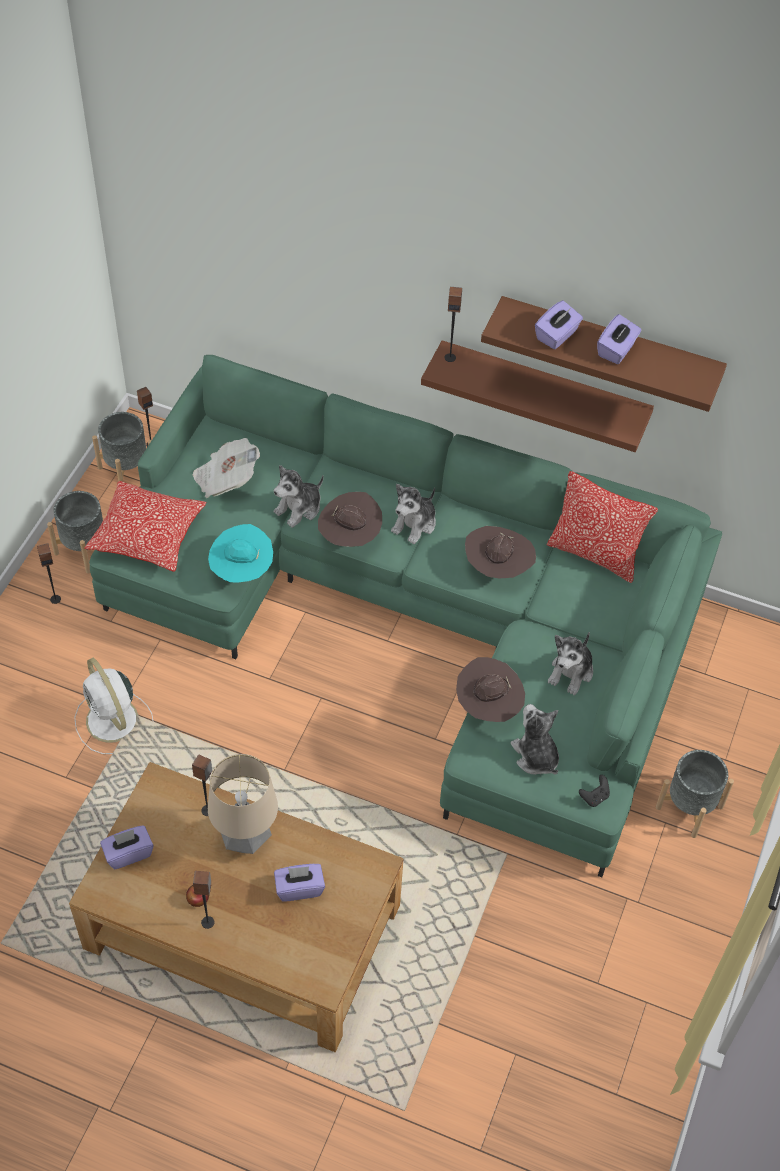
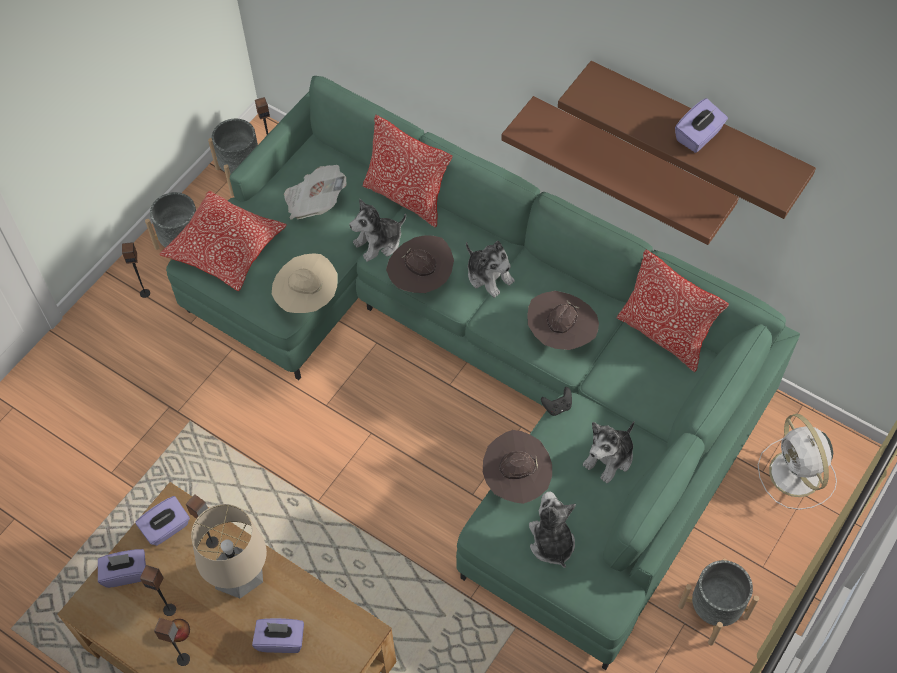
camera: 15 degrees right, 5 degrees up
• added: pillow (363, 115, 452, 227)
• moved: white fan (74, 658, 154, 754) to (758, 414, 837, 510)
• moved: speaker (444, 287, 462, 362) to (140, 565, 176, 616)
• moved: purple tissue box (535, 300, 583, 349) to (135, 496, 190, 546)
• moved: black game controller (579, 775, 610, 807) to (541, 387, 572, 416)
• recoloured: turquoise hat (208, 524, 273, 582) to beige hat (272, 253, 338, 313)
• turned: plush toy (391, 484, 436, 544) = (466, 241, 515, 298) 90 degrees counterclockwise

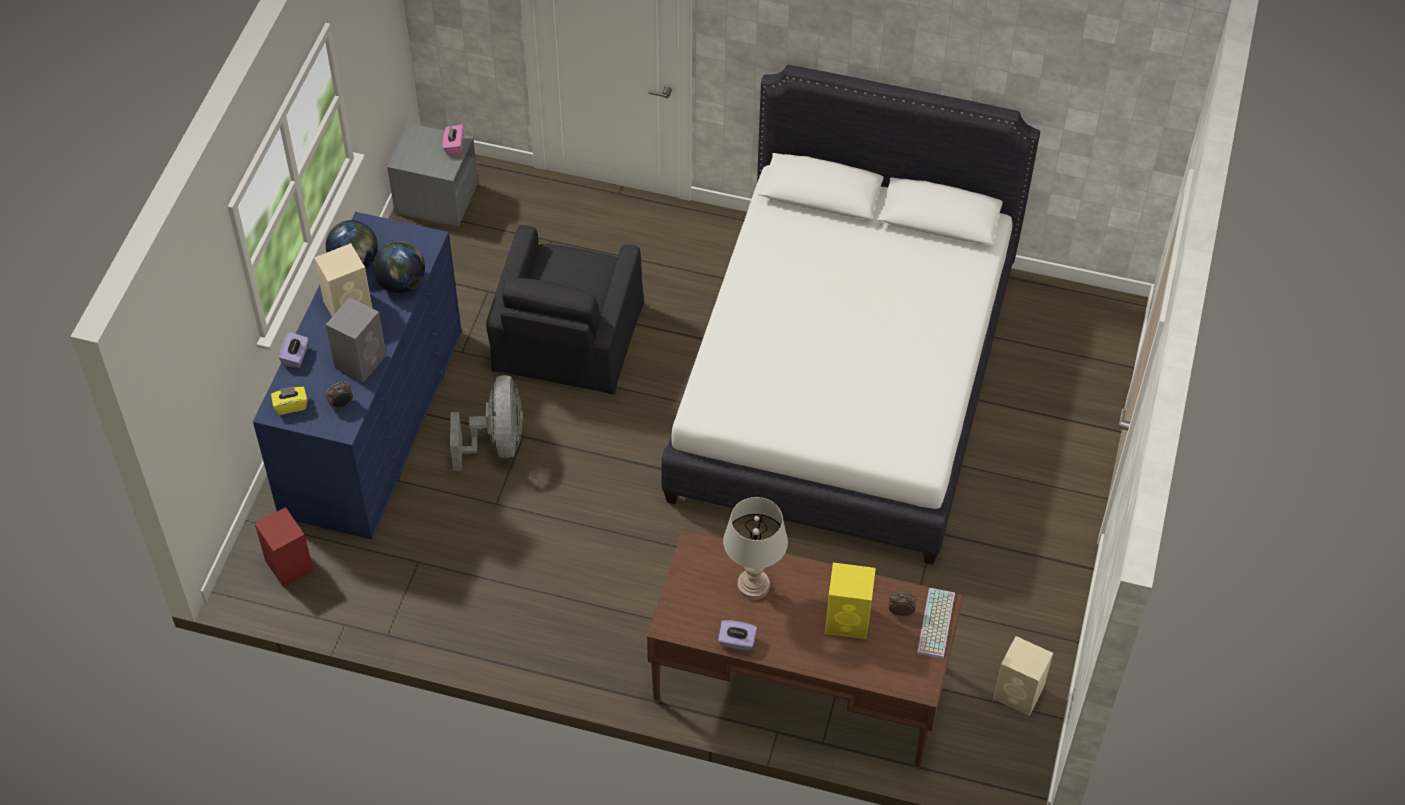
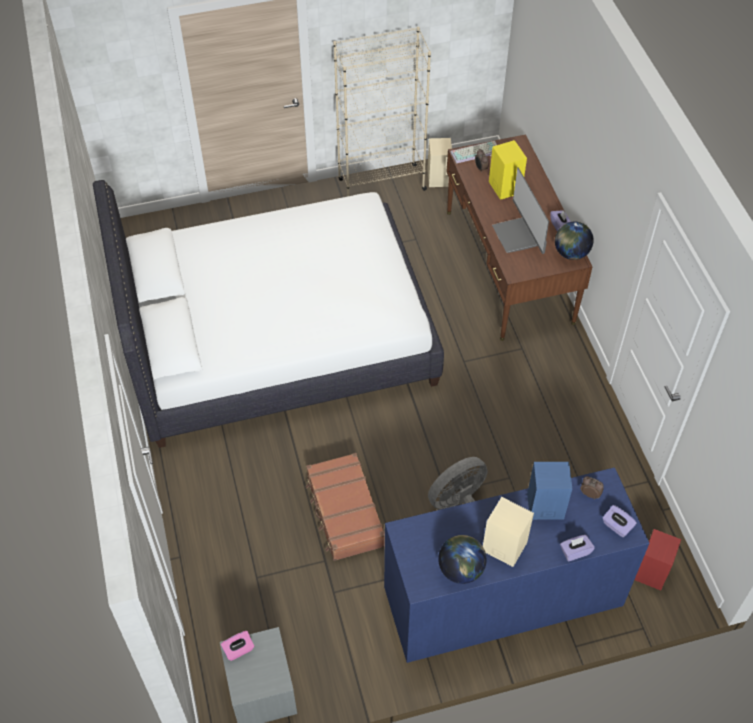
camera: 120 degrees left, 0 degrees up
• added: beige bookcase (333, 27, 431, 197)
• moved: globe (373, 241, 425, 293) to (555, 222, 594, 260)
• replaced: black armchair (486, 225, 644, 395) to brown suitcase (306, 453, 385, 561)
• replaced: grey table lamp (723, 497, 788, 600) to monitor (492, 167, 549, 254)
• recoloured: yellow tissue box (271, 386, 307, 415) to purple tissue box (602, 505, 637, 537)
• recoloured: grey speaker (326, 297, 386, 382) to blue speaker (527, 462, 572, 520)

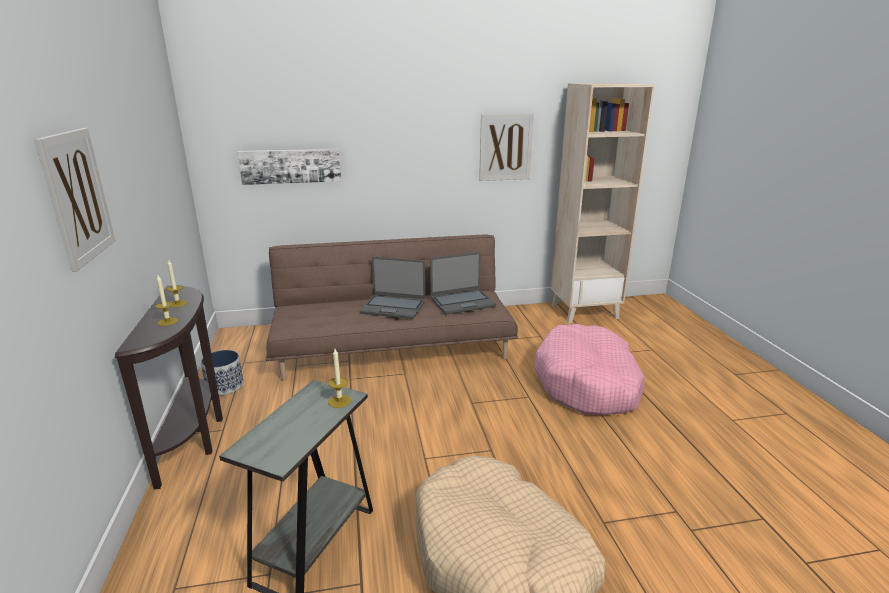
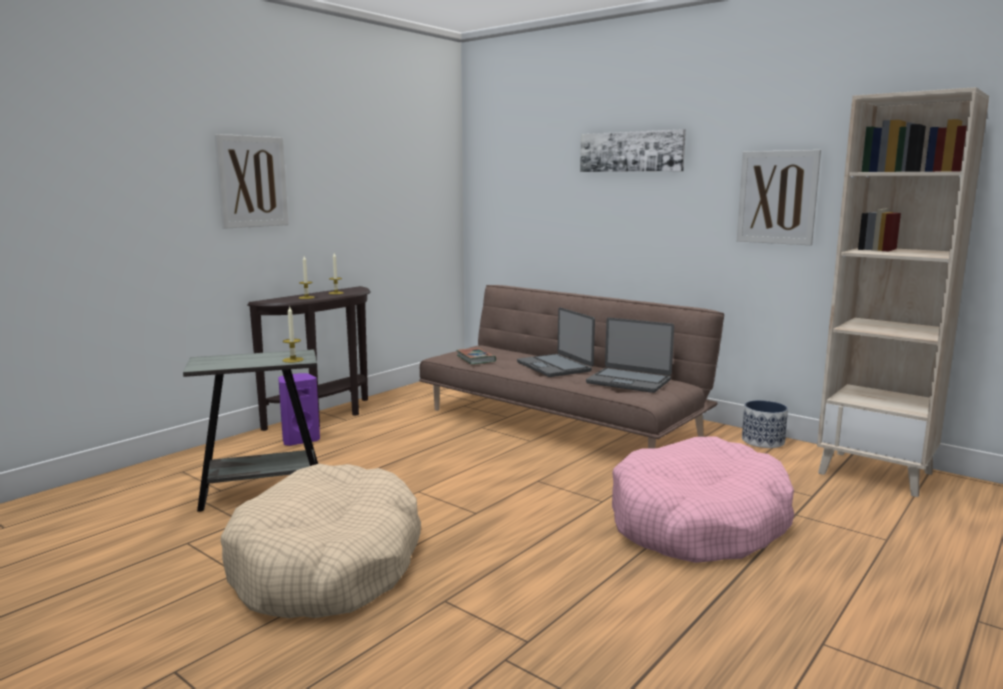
camera: 50 degrees right, 10 degrees down
• added: purple speaker (278, 373, 320, 446)
• added: book (457, 348, 496, 364)
• moved: planter (201, 350, 244, 395) to (742, 400, 788, 448)
• moved: picture (237, 149, 341, 185) to (580, 129, 686, 172)

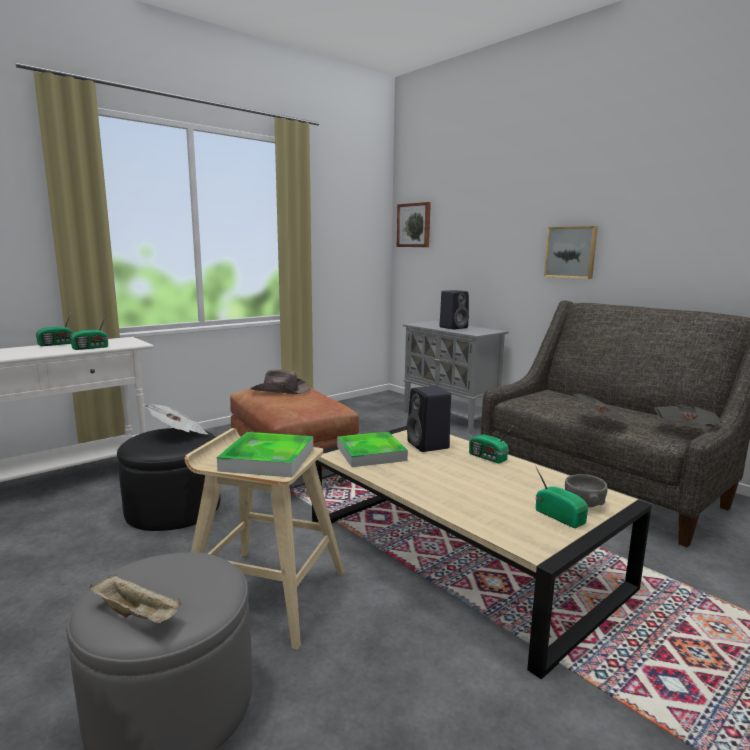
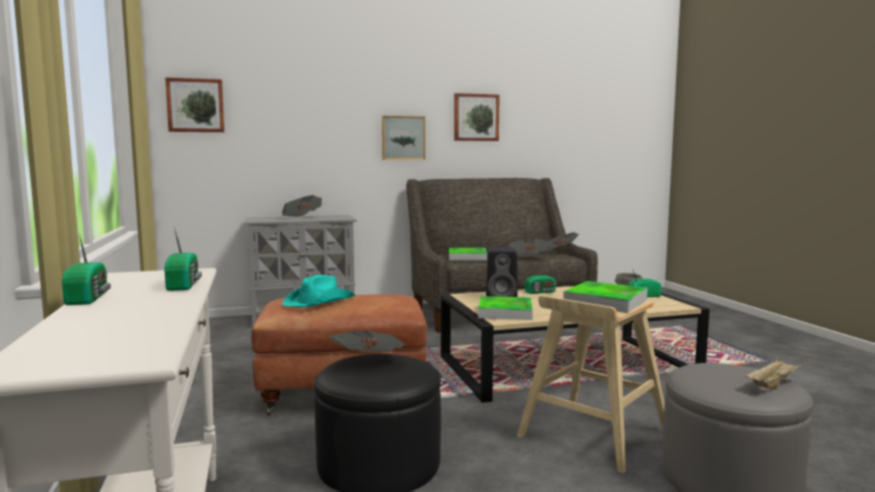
camera: 65 degrees left, 5 degrees down
• added: tray (449, 248, 487, 261)
• added: picture (454, 93, 500, 141)
• replaced: black speaker (439, 290, 469, 330) to newspaper (282, 195, 322, 217)
• recoloured: brown hat (250, 370, 310, 394) to turquoise hat (282, 275, 355, 307)

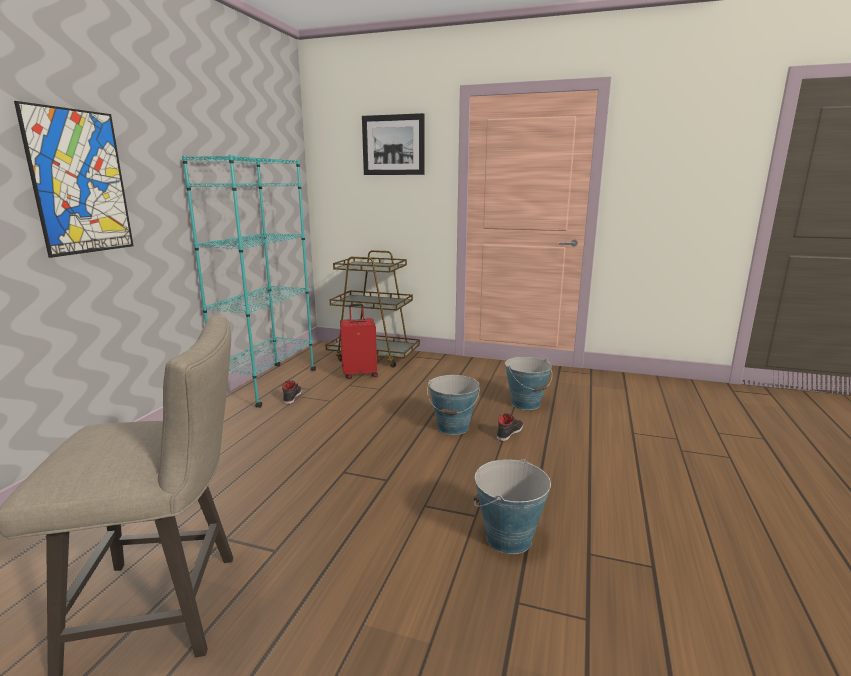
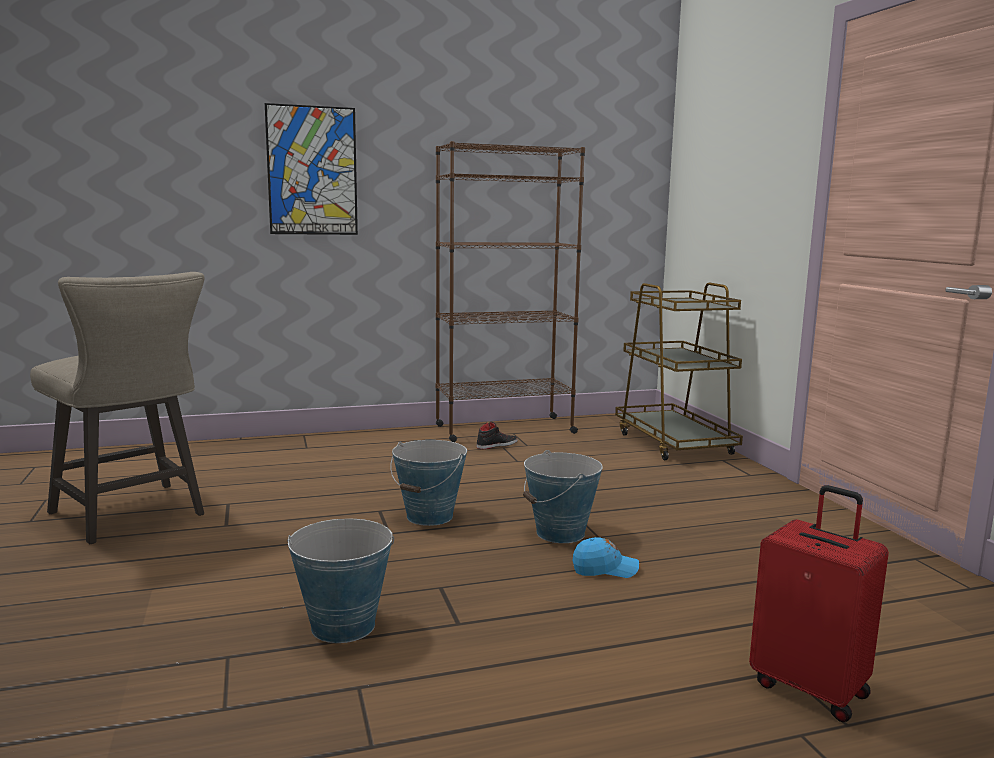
camera: 55 degrees right, 5 degrees down
• removed: picture (362, 113, 425, 175)
• moved: red suitcase (340, 304, 378, 379) to (749, 485, 889, 722)
• moved: bucket (505, 357, 552, 410) to (391, 440, 467, 526)
• replaced: black shoe (497, 413, 523, 441) to blue cap (573, 537, 639, 578)
• recoloured: turquoise bookcase (182, 155, 316, 408) to brown bookcase (436, 141, 585, 442)

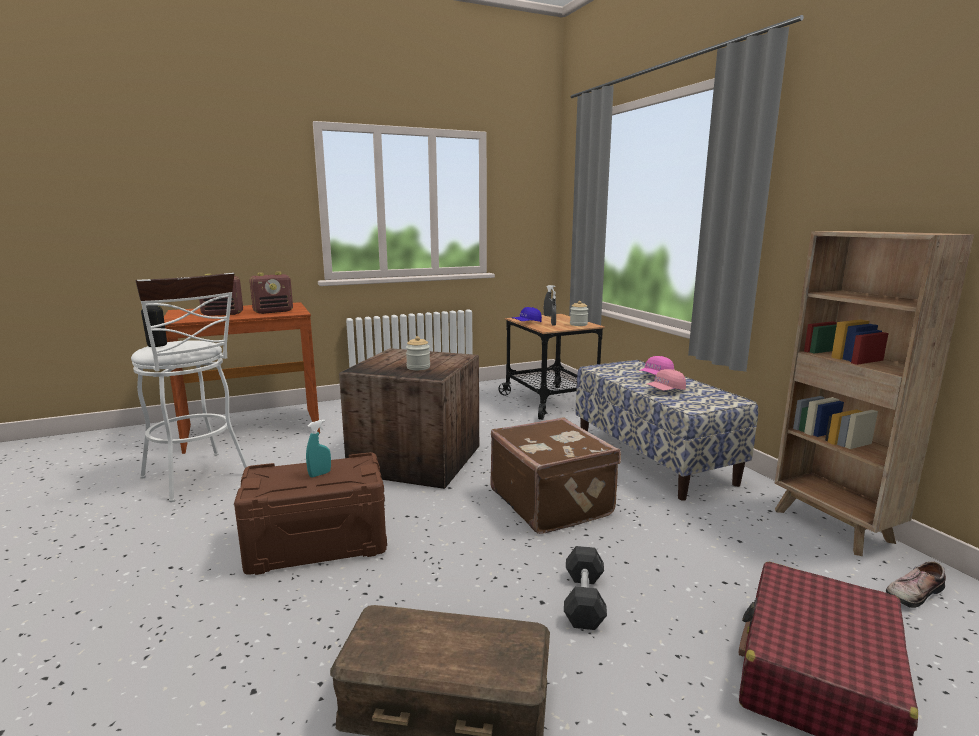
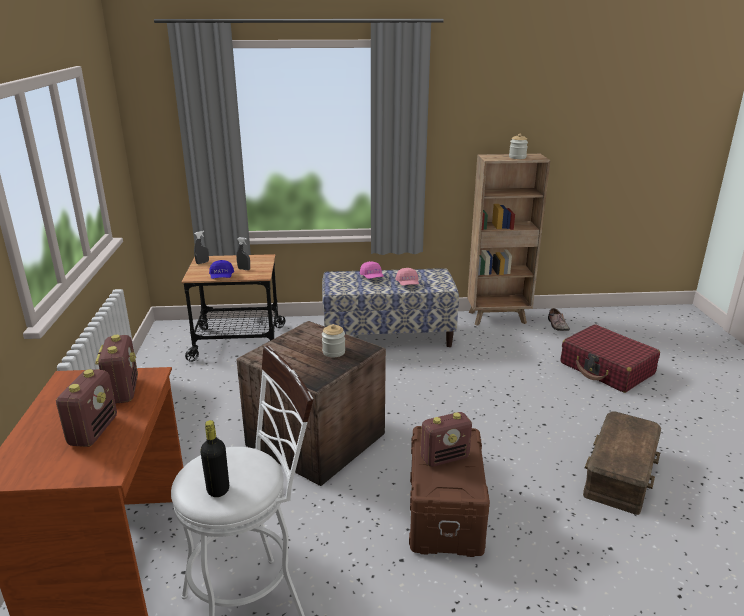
camera: 70 degrees left, 10 degrees up
• removed: brown suitcase (490, 417, 621, 534)
• removed: grey dumbbell (564, 546, 607, 630)
• moved: jar (570, 301, 588, 326) to (509, 134, 528, 159)
• replaced: turquoise spray bottle (306, 420, 331, 477) to radio (421, 412, 472, 467)

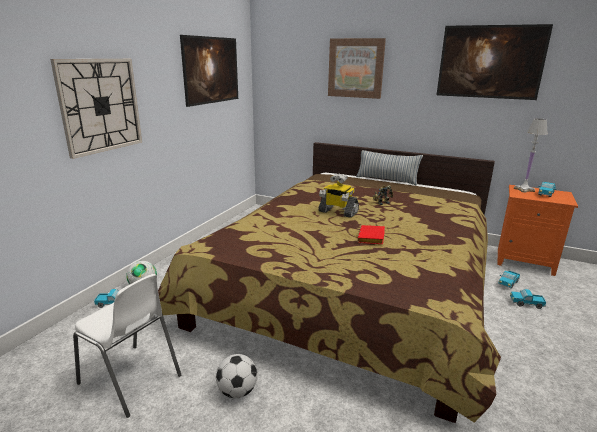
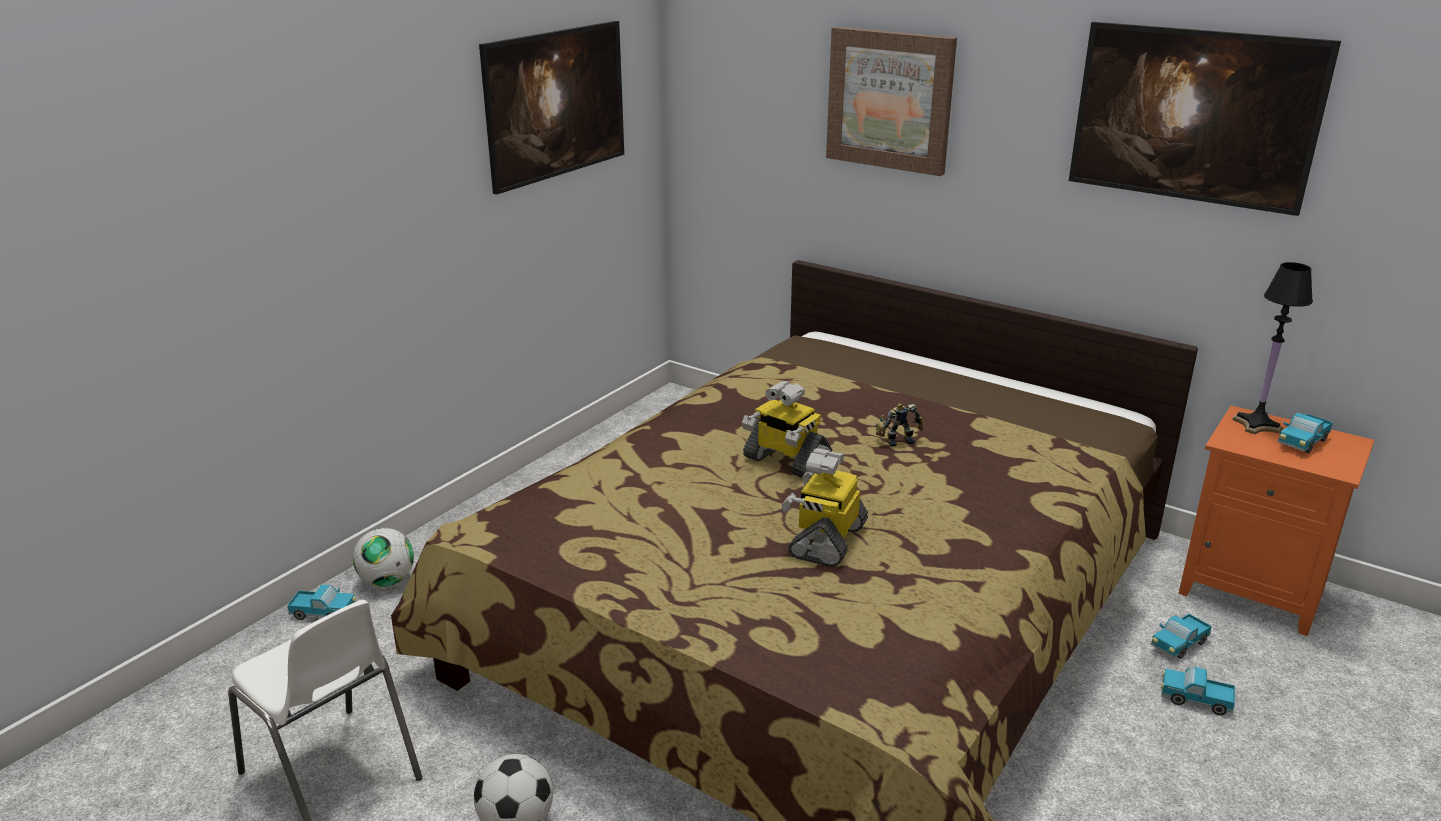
camera: 10 degrees right, 5 degrees up
• removed: wall clock (50, 59, 142, 159)
• removed: pillow (356, 150, 423, 186)
• replaced: red book (357, 225, 385, 244) to toy robot (782, 448, 868, 567)
• recoloured: white table lamp (514, 118, 548, 193) to black table lamp (1233, 262, 1313, 434)

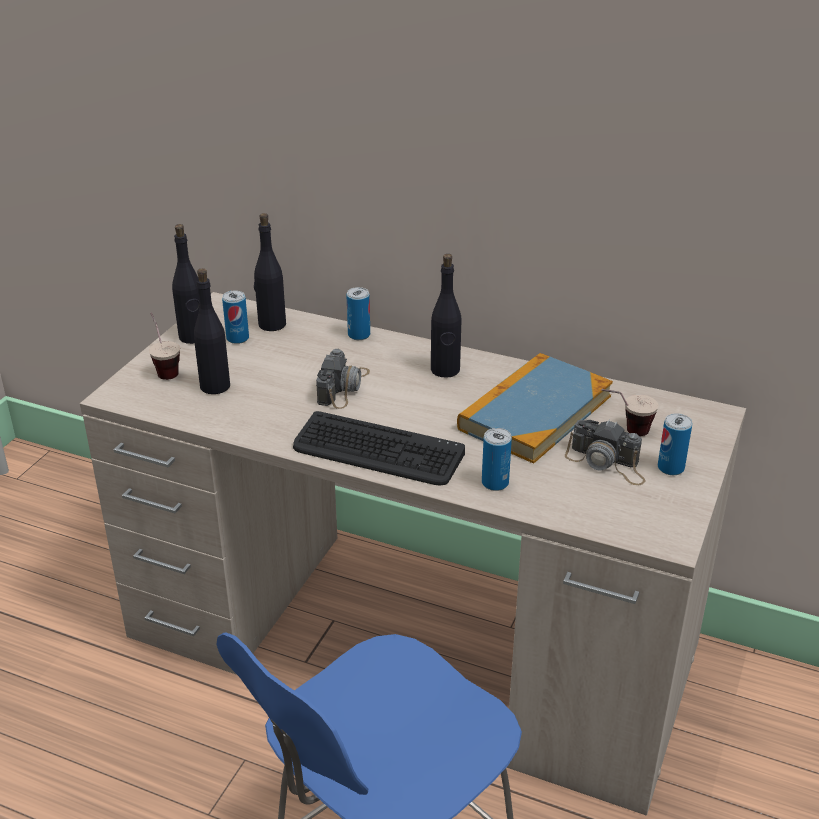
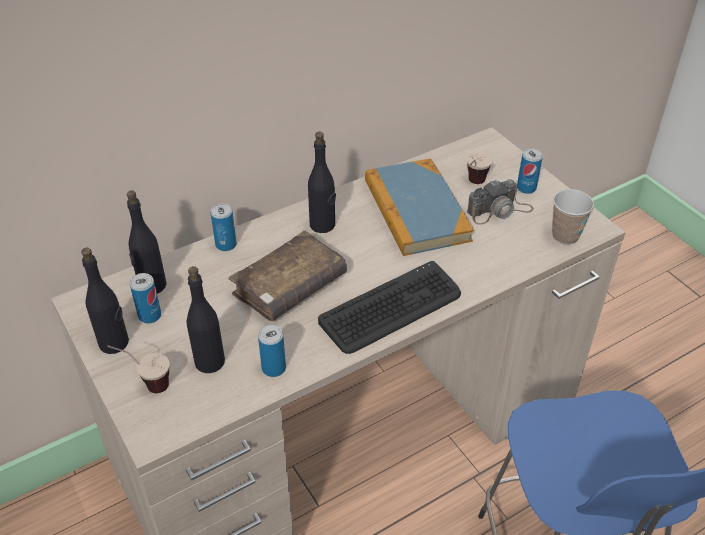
camera: 55 degrees left, 10 degrees up
• added: cup (552, 189, 594, 245)
• moved: can (482, 428, 512, 491) to (258, 325, 286, 377)
• replaced: photo camera (316, 349, 370, 409) to brown book (228, 230, 347, 321)

